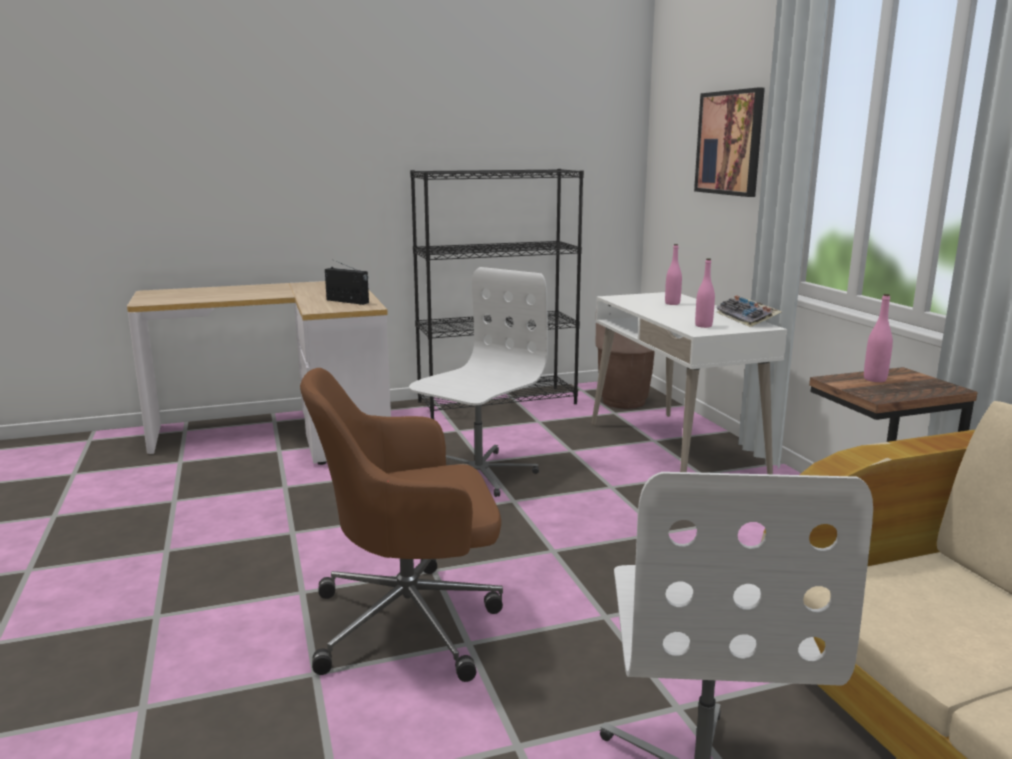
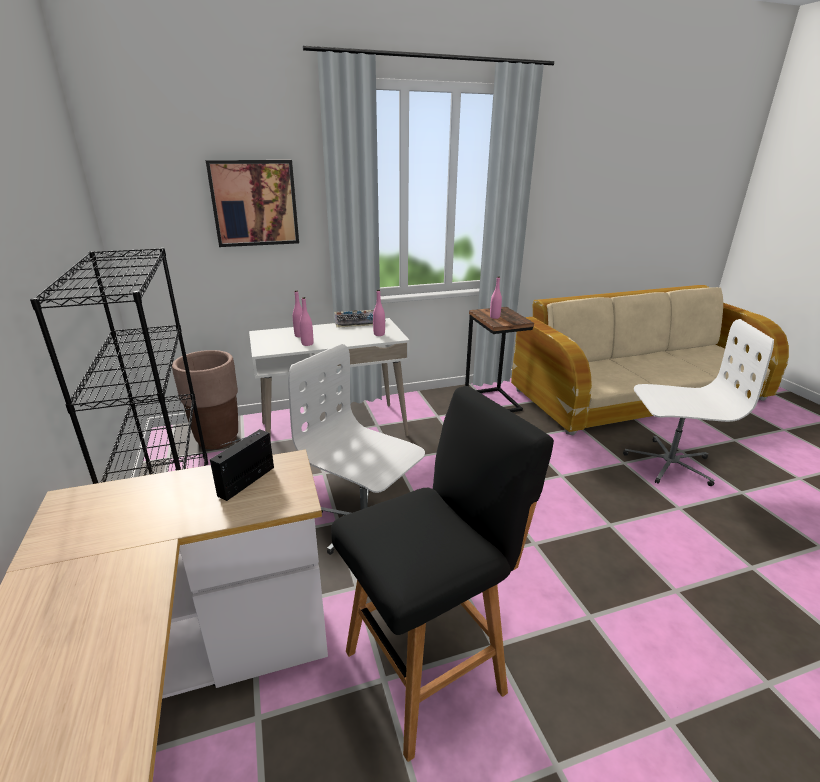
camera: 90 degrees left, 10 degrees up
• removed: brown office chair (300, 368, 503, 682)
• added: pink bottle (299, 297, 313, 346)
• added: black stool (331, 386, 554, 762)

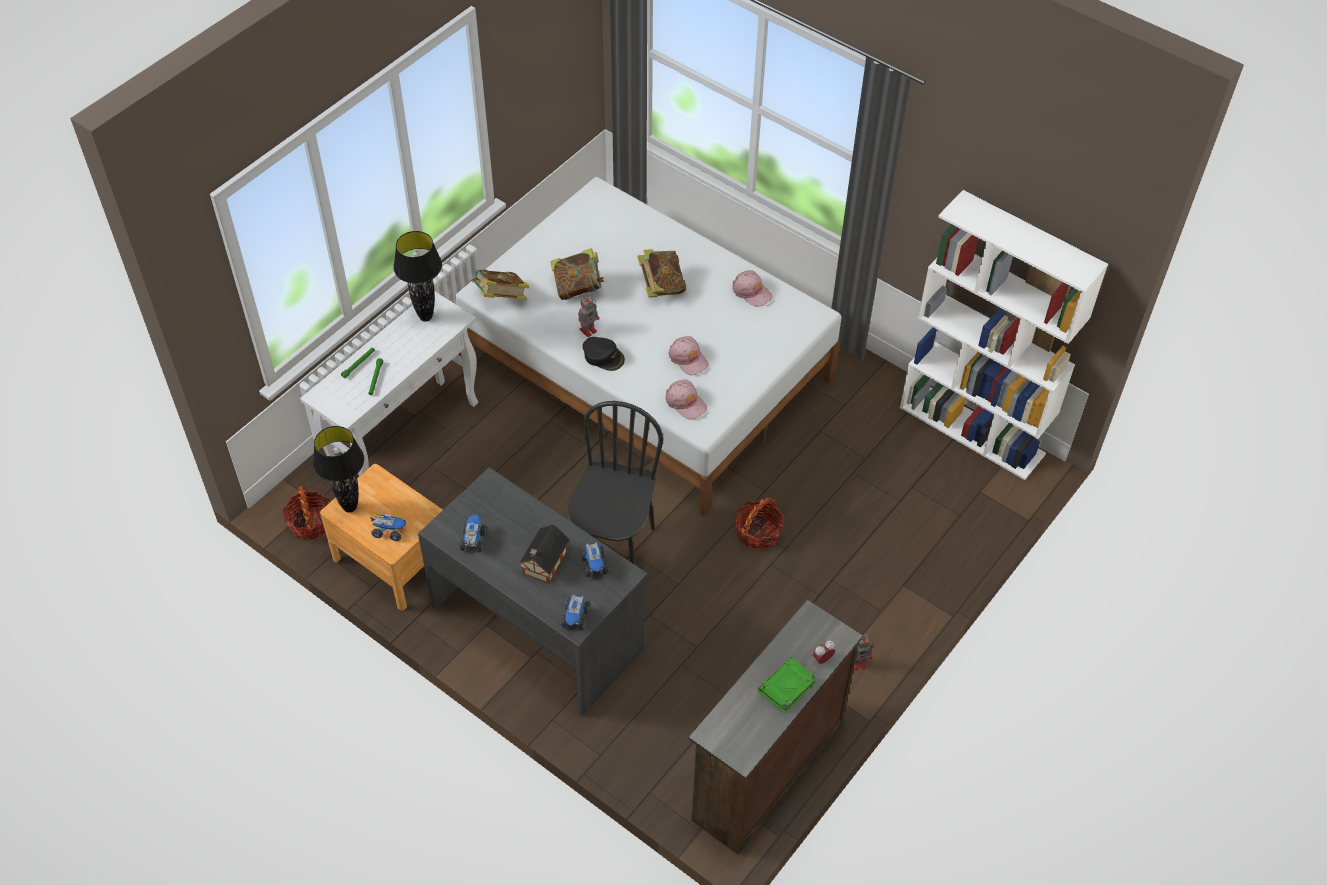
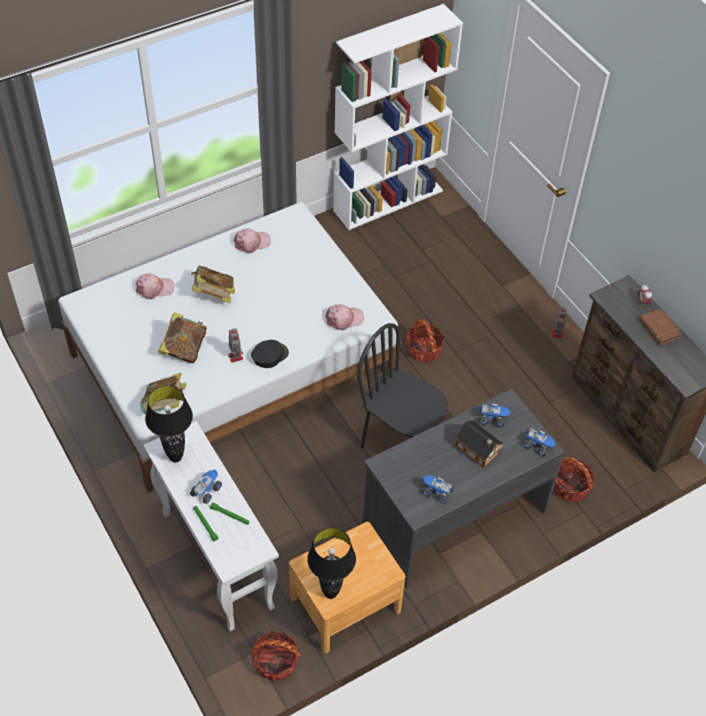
camera: 70 degrees left, 0 degrees up
• added: basket (553, 457, 595, 502)
• moved: toy truck (370, 514, 406, 541) to (190, 470, 222, 504)
• moved: pink cap (668, 336, 709, 375) to (135, 274, 174, 299)
• recoloured: green book (758, 657, 817, 713) to brown book (639, 308, 682, 346)

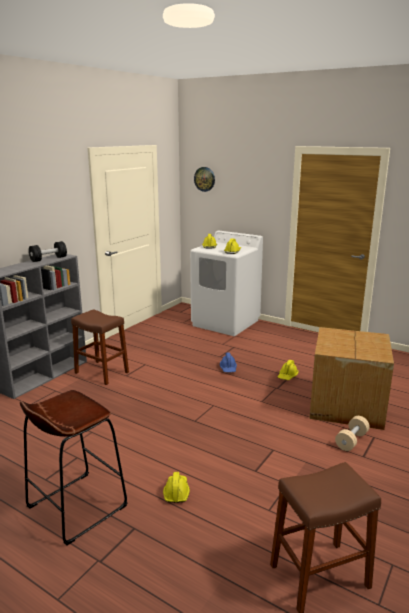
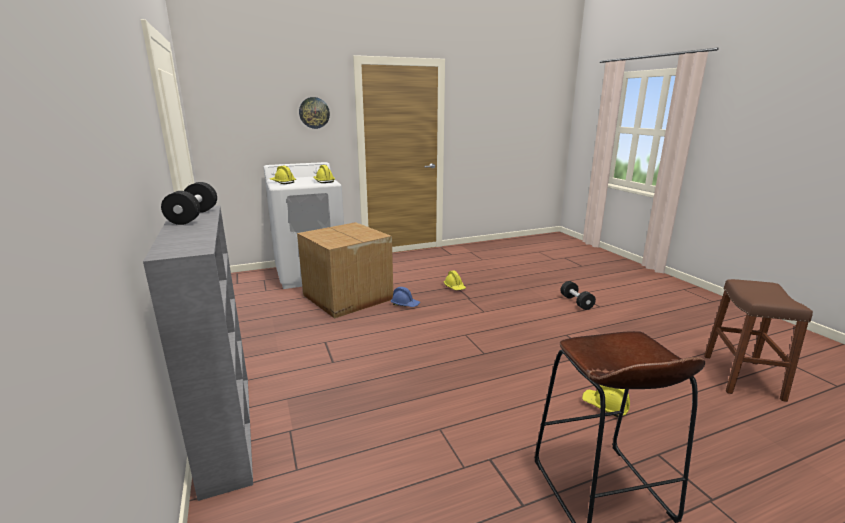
camera: 55 degrees left, 0 degrees up
• removed: brown stool (71, 310, 129, 385)
• moved: wall clock (194, 167, 215, 192) to (299, 97, 330, 129)
• moved: cardboard box (309, 327, 394, 430) to (297, 222, 393, 319)
• recoloured: beige dumbbell (335, 416, 370, 451) to black dumbbell (560, 281, 596, 310)

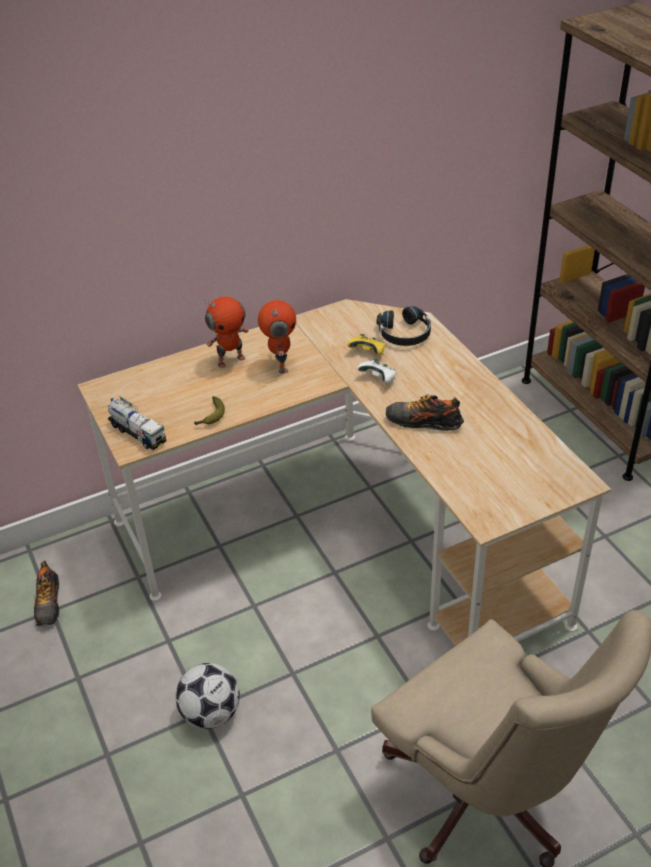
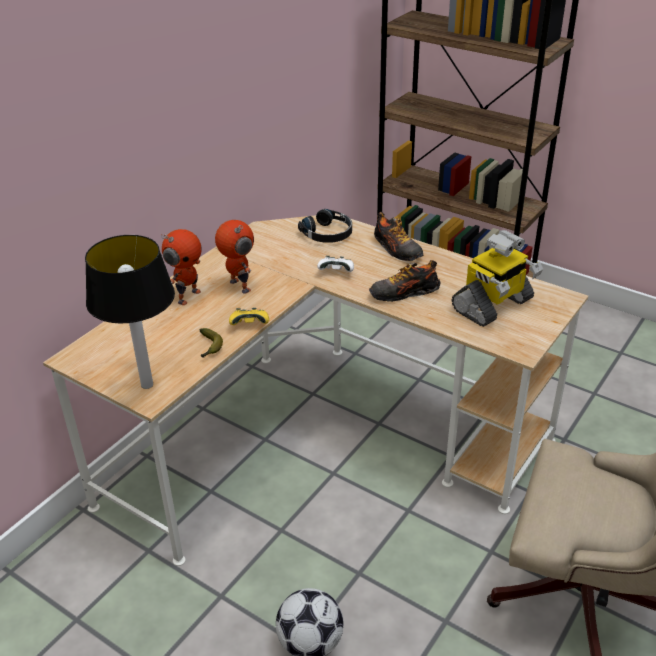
camera: 30 degrees left, 5 degrees down
• added: toy robot (452, 230, 543, 327)
• moved: shoe (34, 560, 59, 626) to (374, 212, 424, 261)
• moved: yellow game controller (347, 334, 385, 355) to (229, 308, 269, 325)
• replaced: toy truck (108, 396, 166, 450) to table lamp (85, 235, 175, 389)

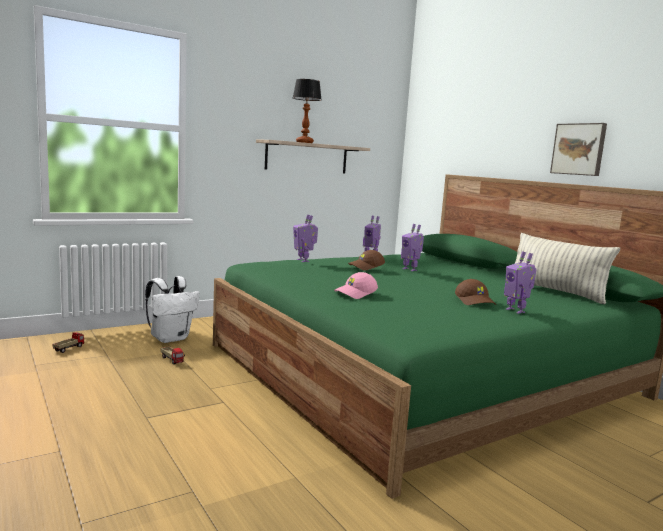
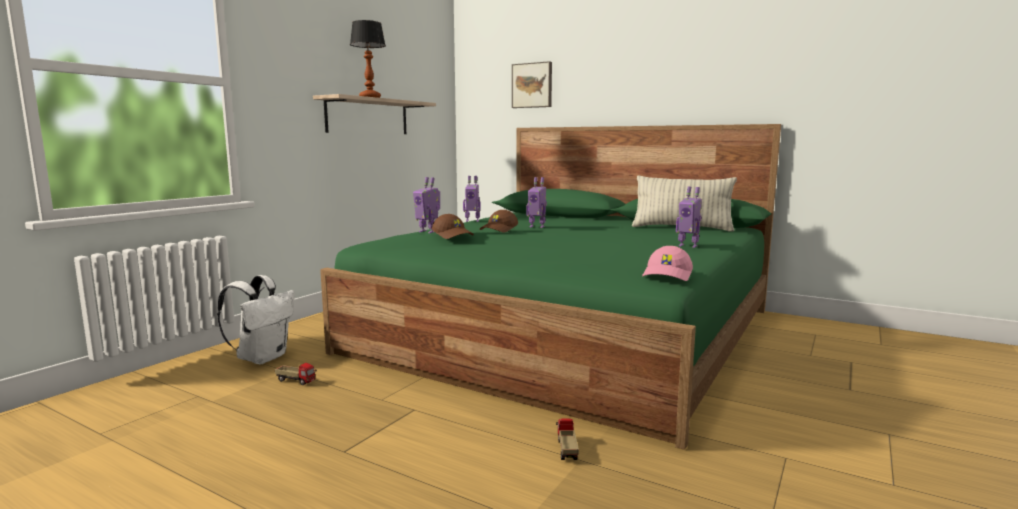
camera: 25 degrees left, 0 degrees up
• moved: toy truck (53, 332, 84, 353) to (556, 418, 579, 460)
• moved: pink cap (334, 272, 378, 299) to (642, 246, 693, 281)
• moved: brown cap (455, 279, 496, 305) to (432, 214, 474, 239)
• moved: picture (550, 123, 607, 176) to (512, 61, 552, 108)

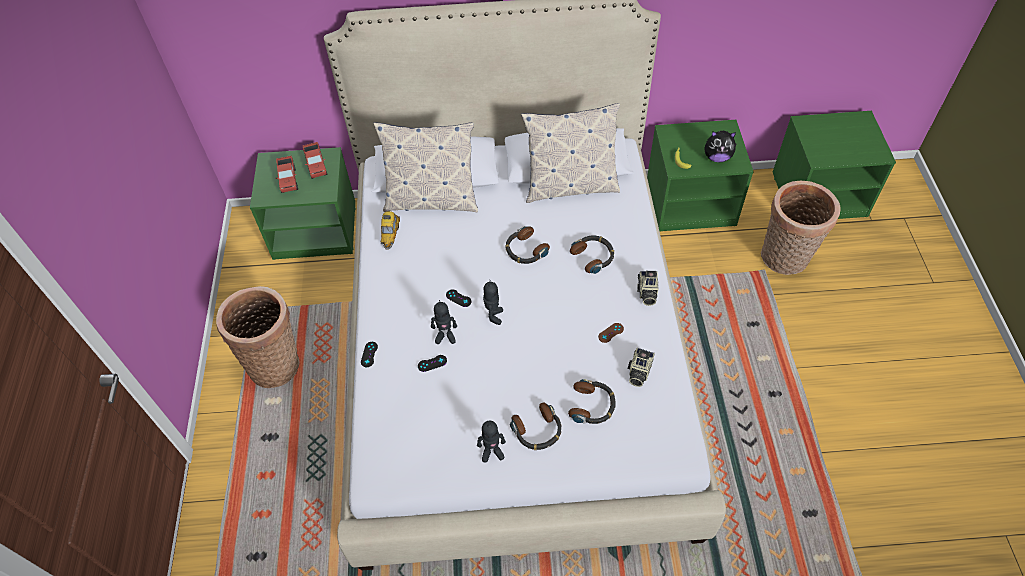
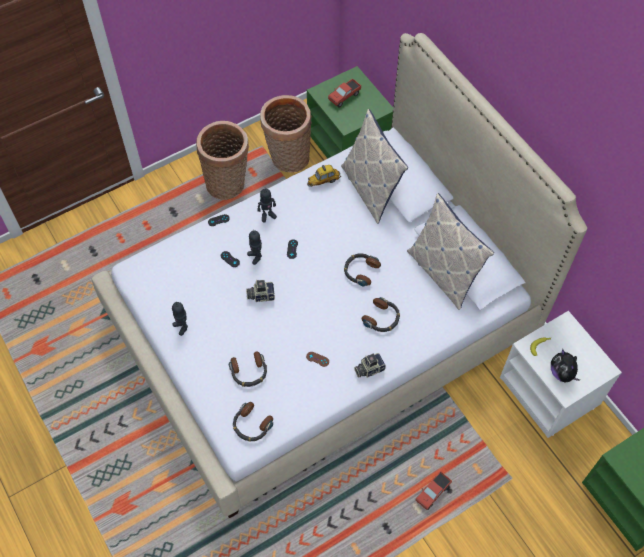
camera: 60 degrees right, 5 degrees up
• moved: toy truck (303, 142, 327, 179) to (416, 471, 452, 510)
• moved: toy robot (483, 282, 503, 325) to (257, 189, 277, 222)
• moved: headphones (510, 403, 562, 450) to (233, 402, 273, 442)
• moved: photo camera (628, 348, 655, 387) to (246, 280, 275, 302)
• moved: basket (761, 181, 841, 275) to (260, 95, 312, 173)
• recoloured: green nightstand (647, 120, 754, 232) to white nightstand (500, 311, 622, 438)

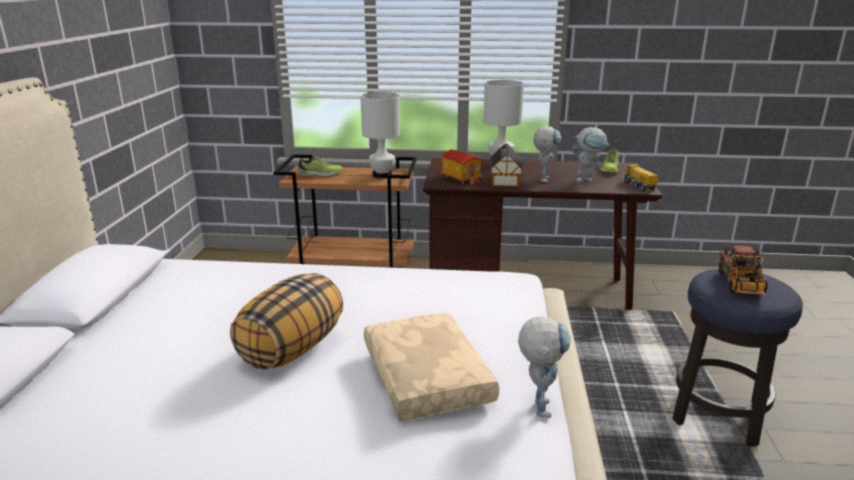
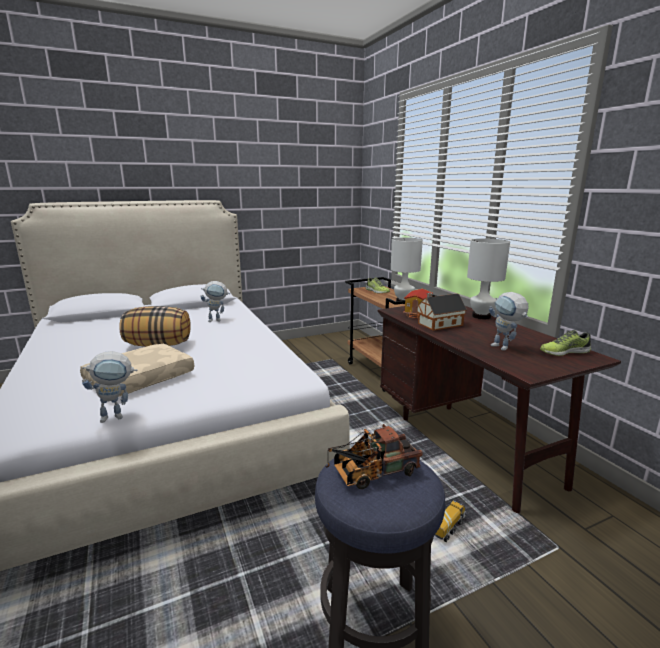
camera: 60 degrees right, 5 degrees down
• moved: toy robot (533, 126, 561, 183) to (201, 281, 230, 322)
• moved: toy truck (622, 164, 658, 191) to (434, 500, 466, 542)

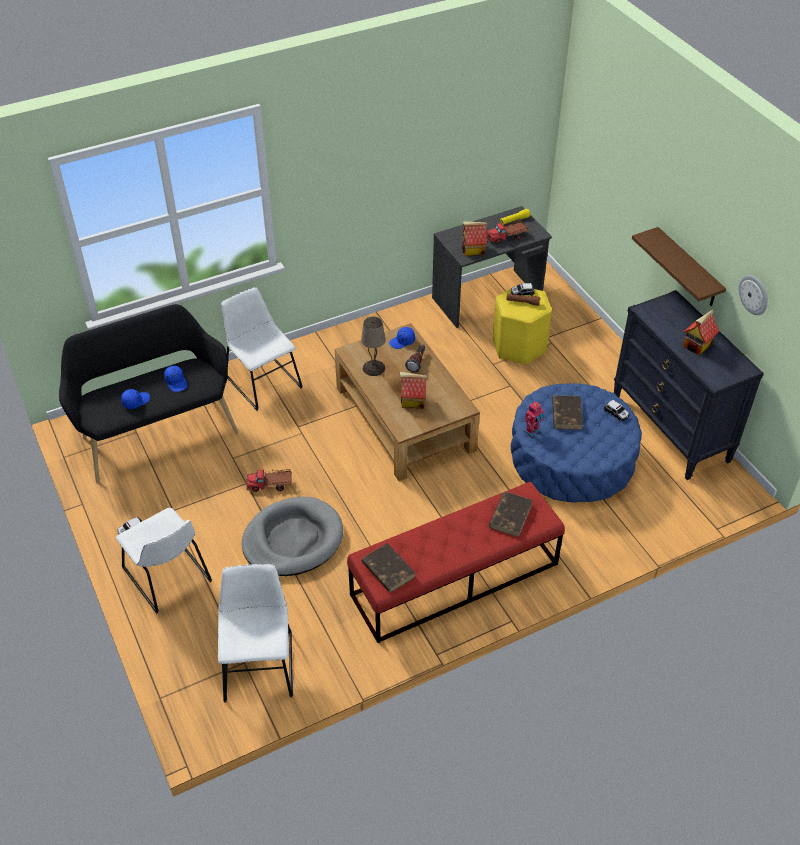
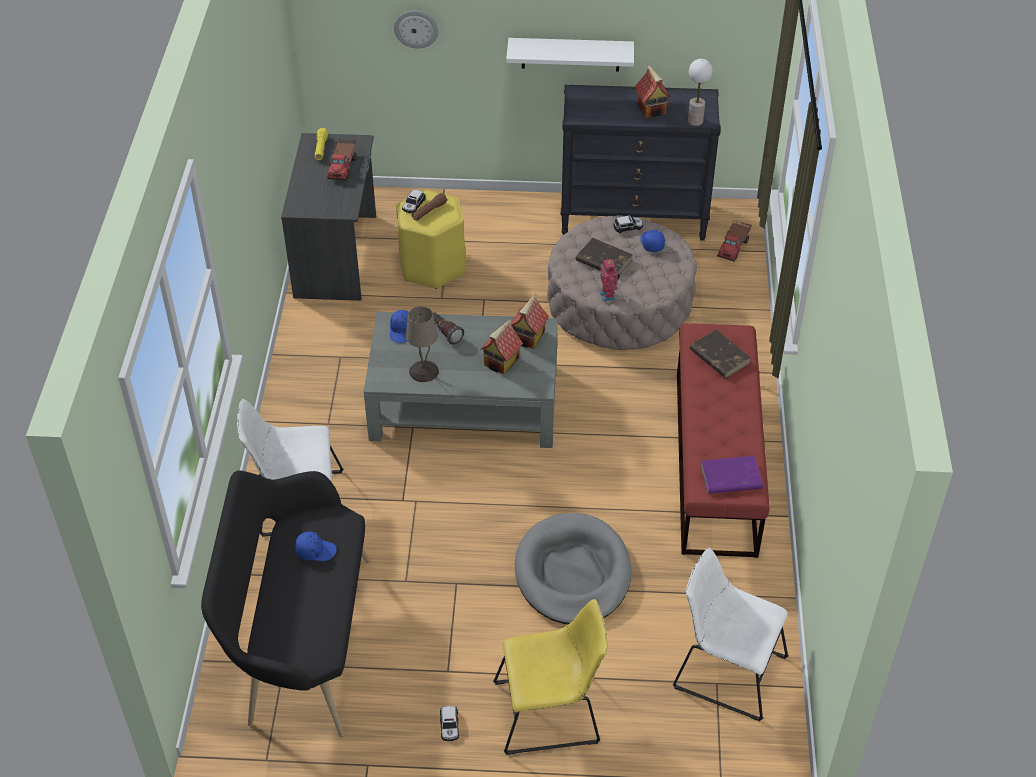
camera: 60 degrees left, 0 degrees up
• added: table lamp (688, 59, 713, 126)
• moved: blue cap (121, 389, 150, 409) to (640, 230, 665, 252)
• moved: toy truck (247, 469, 292, 492) to (717, 221, 751, 261)
• moved: toy house (462, 221, 487, 256) to (511, 294, 549, 349)
• moved: wall clock (739, 275, 768, 315) to (394, 11, 438, 48)
• recoloured: white chair (116, 508, 212, 613) to yellow chair (493, 599, 607, 755)
• recoloured: brown coffee table (335, 323, 480, 481) to grey coffee table (364, 312, 558, 448)
• recoloured: brown book (361, 543, 415, 593) to purple book (700, 456, 763, 494)
• recoloured: blue ottoman (511, 383, 642, 503) to beige ottoman (547, 215, 697, 350)
• recoloured: brown shelf (632, 227, 726, 306) to white shelf (506, 38, 634, 72)

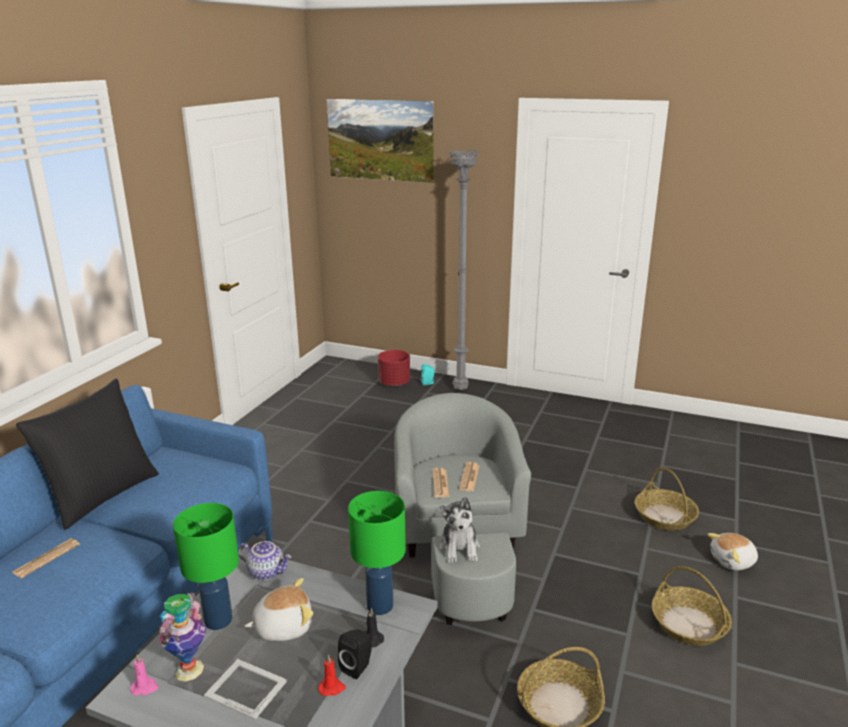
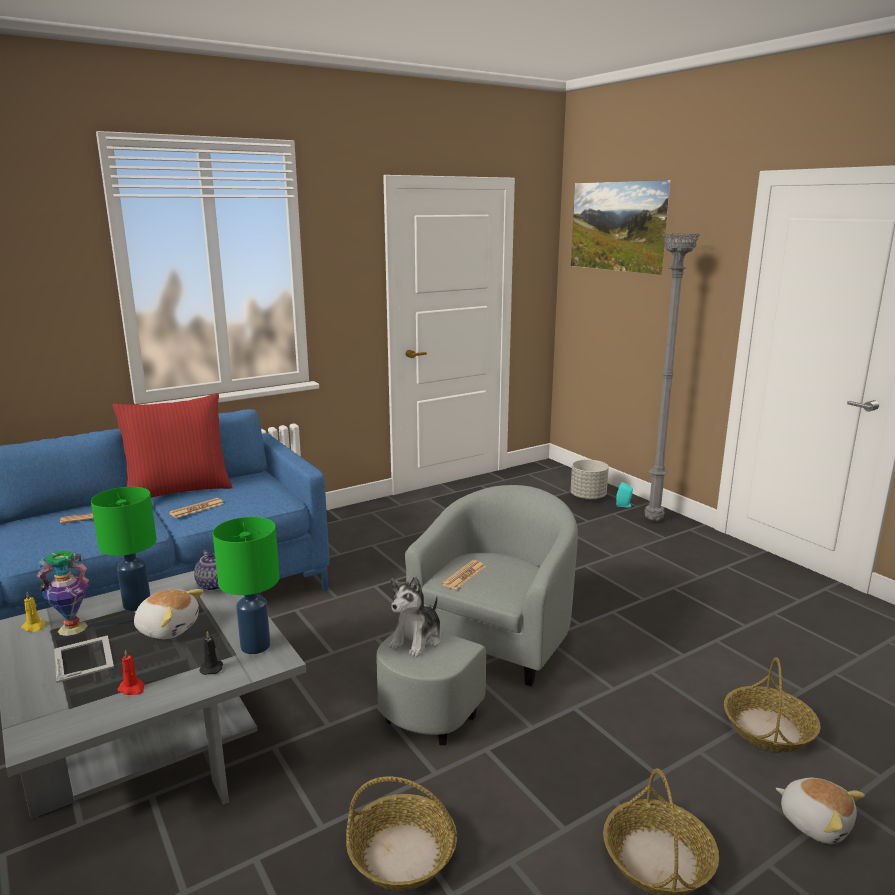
camera: 35 degrees right, 5 degrees down
• removed: black speaker (338, 629, 372, 679)
• moved: newspaper (459, 462, 480, 491) to (169, 498, 224, 518)
• recoloured: black pillow (16, 378, 159, 530) to red pillow (113, 393, 233, 498)
• recoloured: pink candle (130, 655, 159, 695) to yellow candle (21, 592, 46, 632)
• recoloured: red planter (378, 350, 410, 386) to grey planter (571, 460, 609, 500)
• turned: plush toy (707, 533, 758, 571) = (776, 778, 865, 844) 150 degrees counterclockwise

